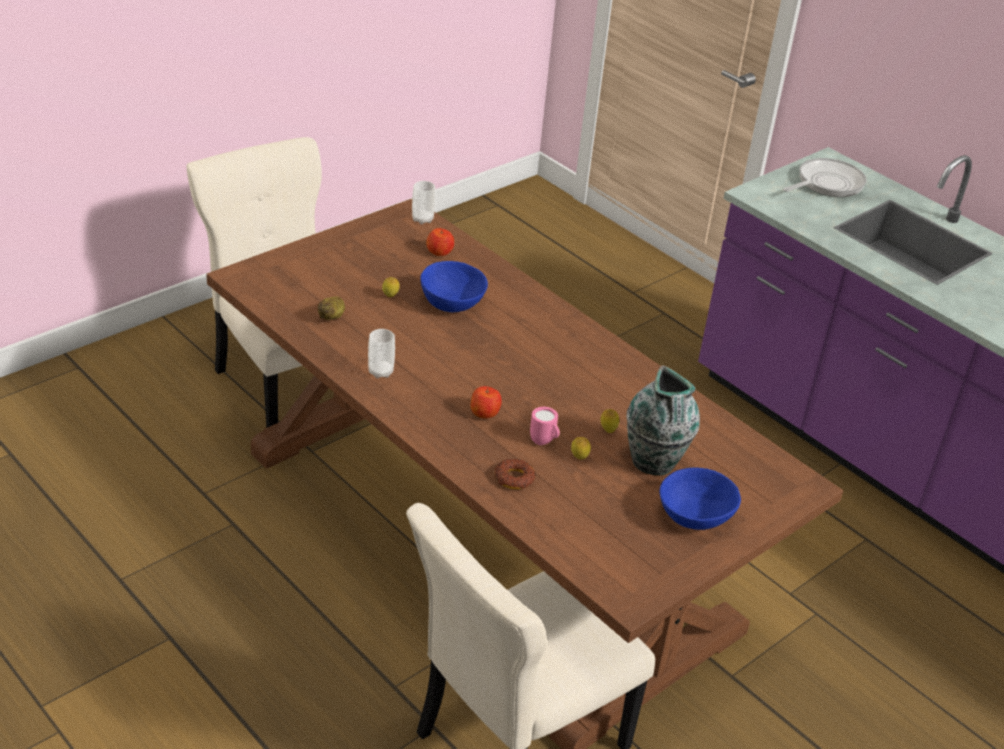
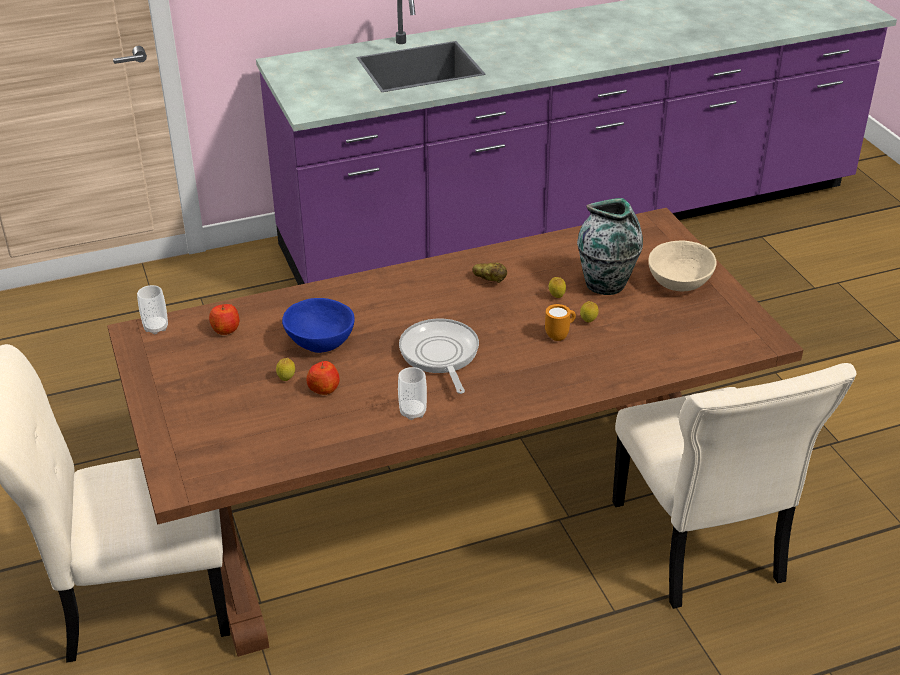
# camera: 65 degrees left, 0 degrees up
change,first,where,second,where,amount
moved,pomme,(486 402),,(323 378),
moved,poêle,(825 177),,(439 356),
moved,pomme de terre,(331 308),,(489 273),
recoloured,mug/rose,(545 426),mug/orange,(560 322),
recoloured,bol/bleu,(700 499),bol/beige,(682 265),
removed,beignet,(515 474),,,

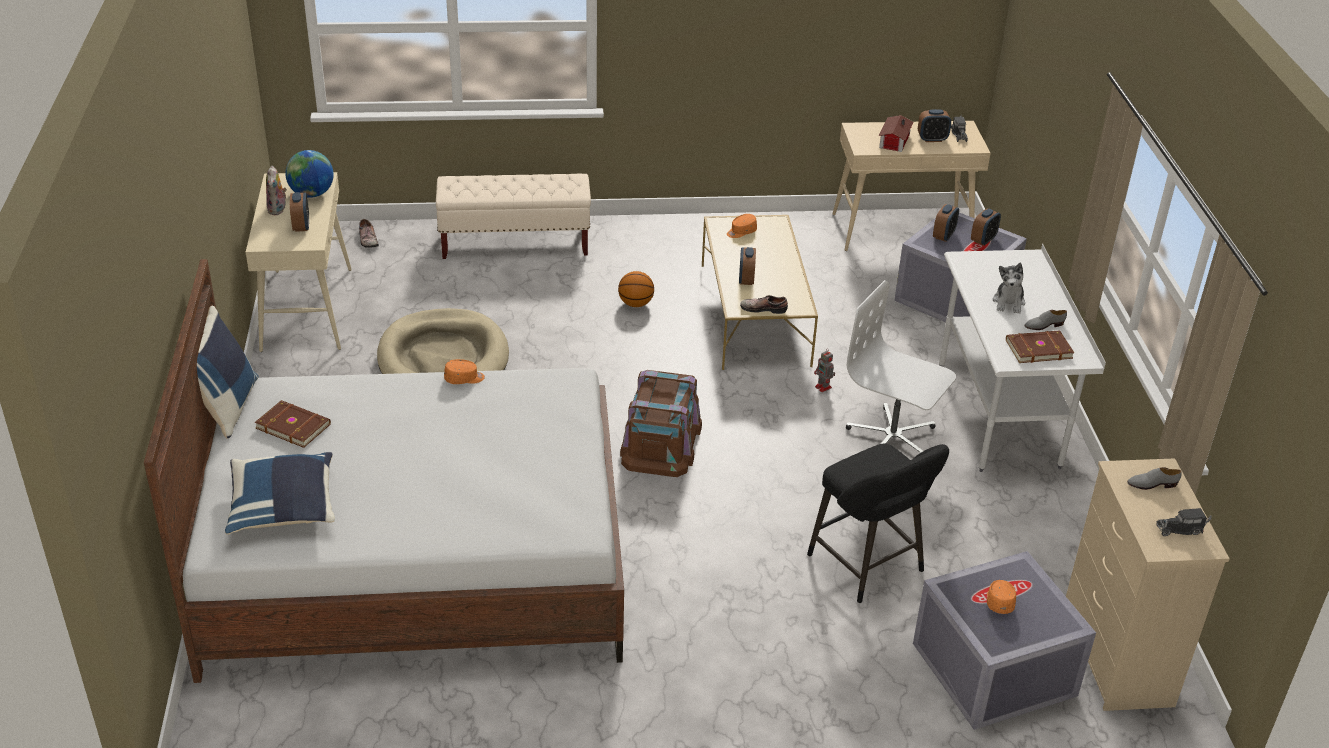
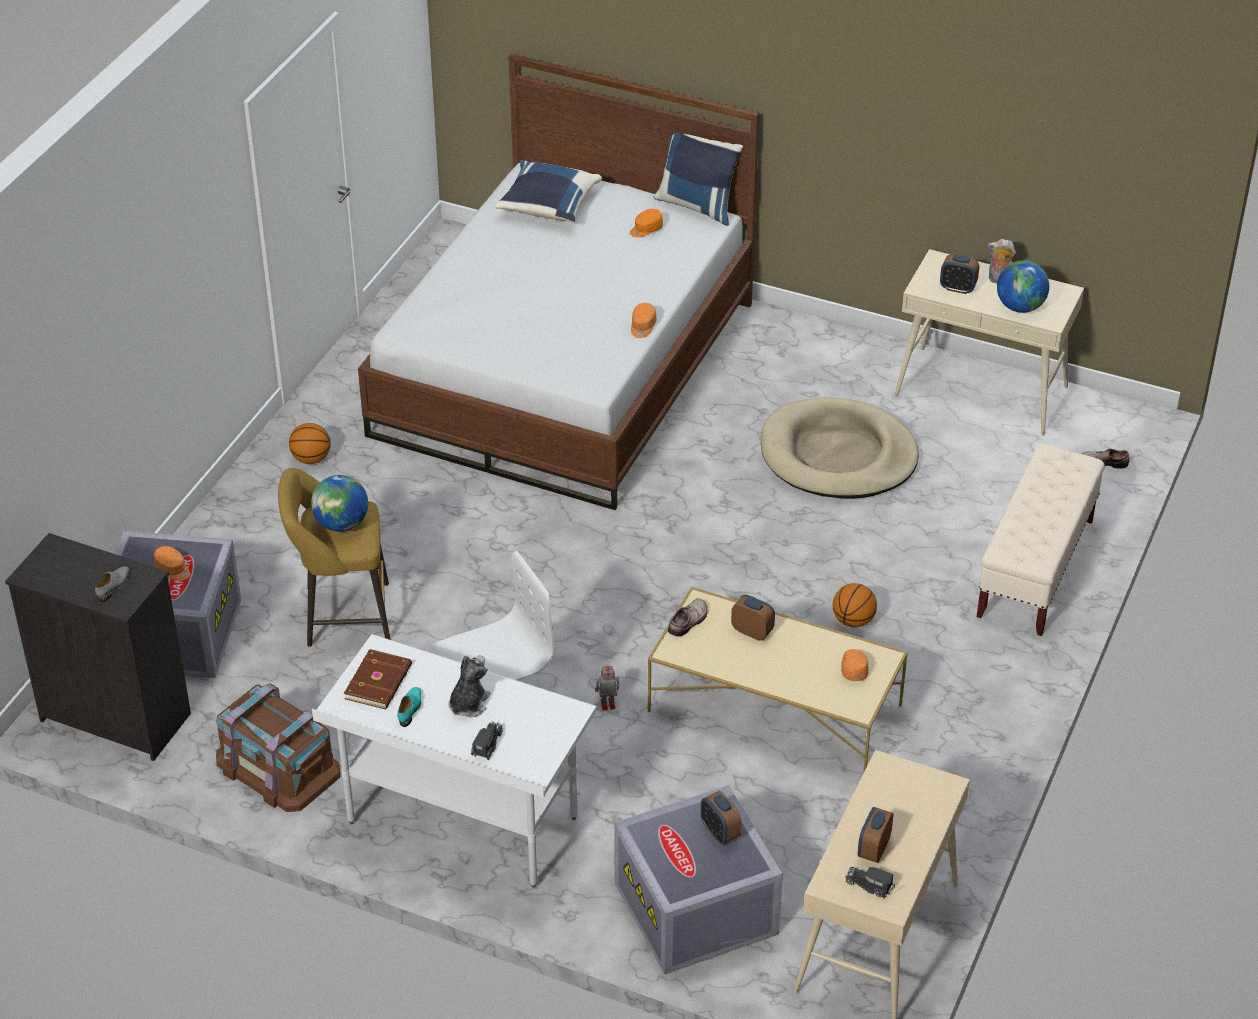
# camera: 120 degrees right, 5 degrees up
change,first,where,second,where,amount
recoloured,commode/beige,(1148 584),commode/noir,(98 647),
moved,boîte de rangement/marron,(661 423),,(278 747),
recoloured,tabouret/noir,(878 523),tabouret/jaune,(334 557),
added,,,ballon de basket,(310 443),
added,,,globe,(339 503),
recoloured,chaussure/gris,(1046 320),chaussure/turquoise,(409 707),
turned,peluche,(1009 288),,(470 686),75 degrees clockwise
moved,camion jouet,(1184 522),,(487 740),
replaced,livre/marron,(293 424),casquette/orange,(646 223),
removed,maison miniature,(896 133),,,
removed,réveil,(986 227),,,

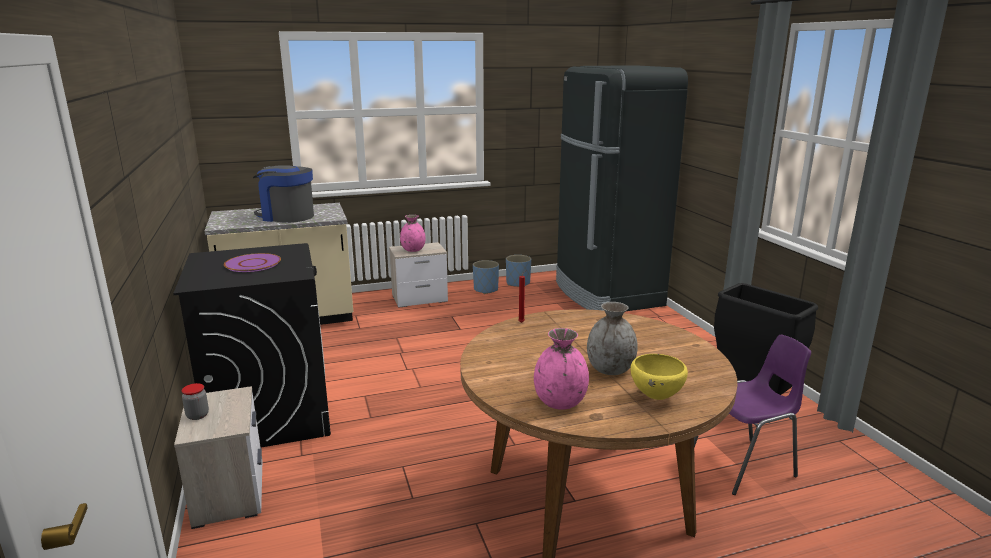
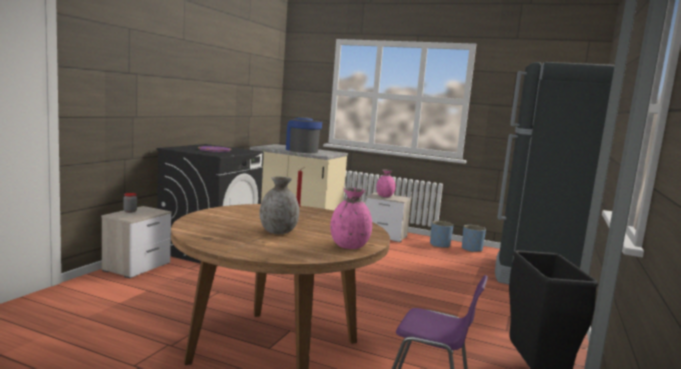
# camera: 40 degrees right, 10 degrees down
change,first,where,second,where,amount
moved,vase/rose,(561 369),,(351 218),
removed,bol/jaune,(659 377),,,

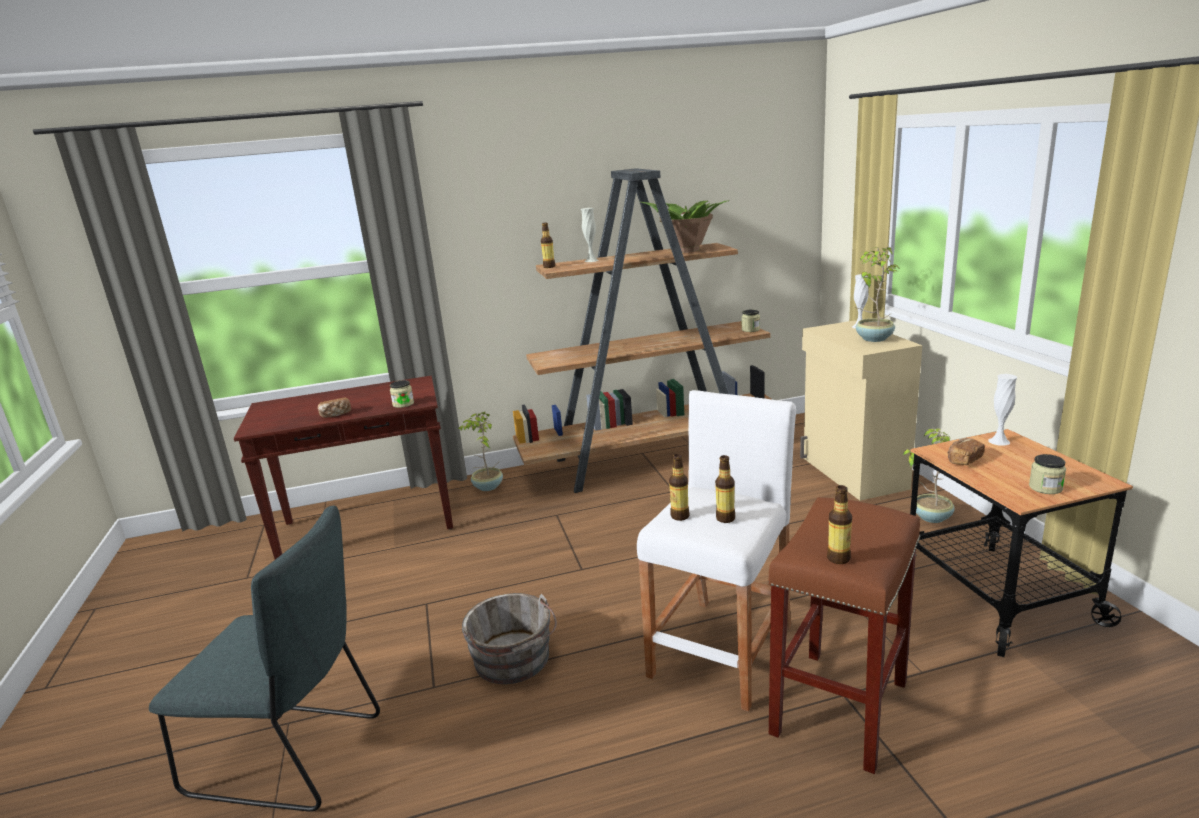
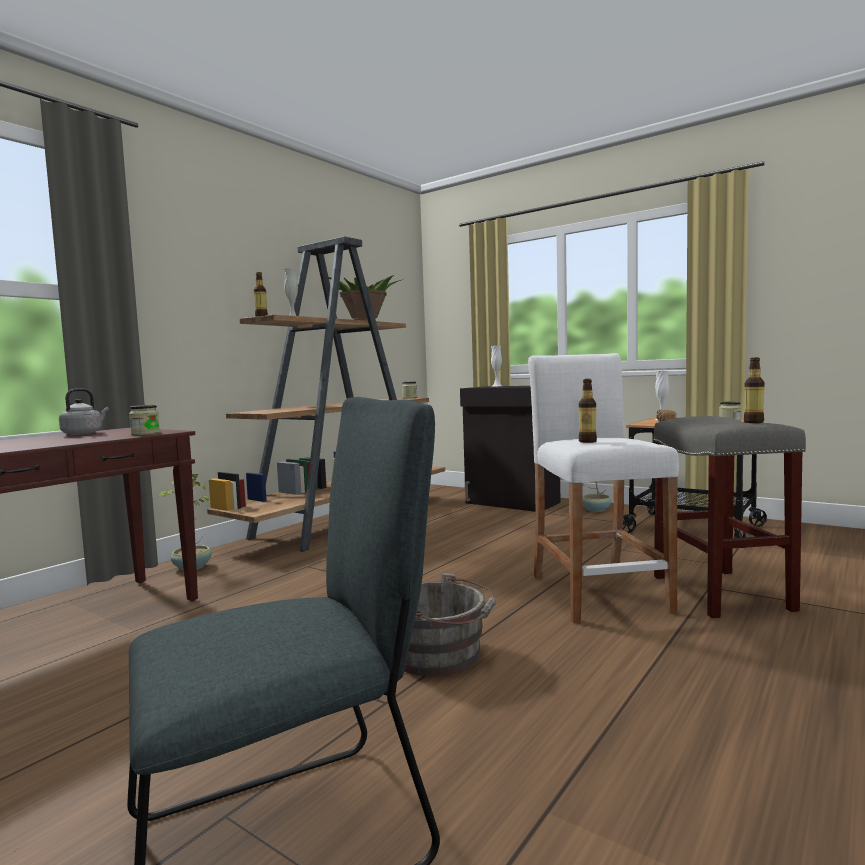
# camera: 40 degrees left, 15 degrees down
change,first,where,second,where,amount
added,,,bouilloire/gris,(84 411),
recoloured,meuble de rangement/beige,(861 410),meuble de rangement/noir,(510 449),
recoloured,tabouret/marron,(844 635),tabouret/gris,(729 517),
removed,pain,(334 408),,,
removed,bouteille,(725 489),,,
removed,plante en pot,(878 294),,,

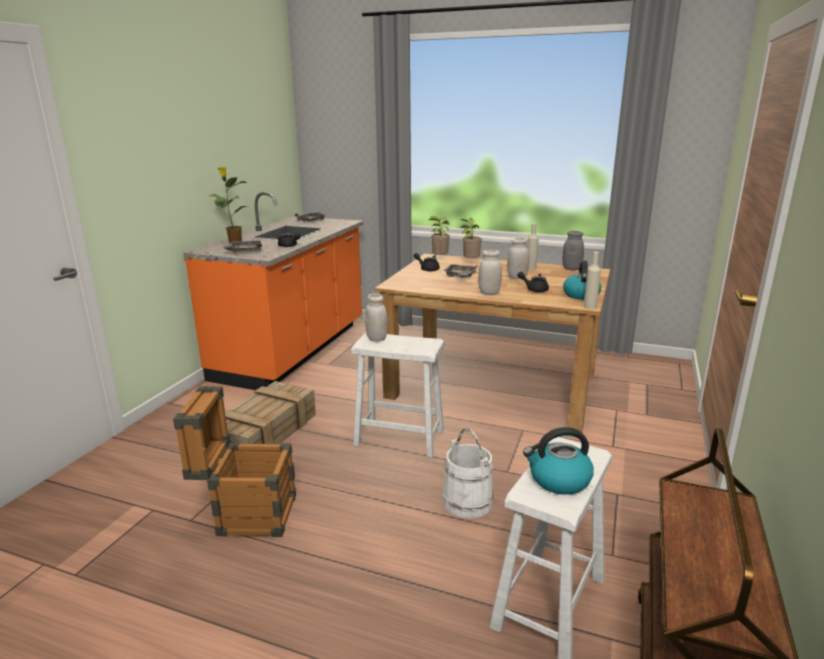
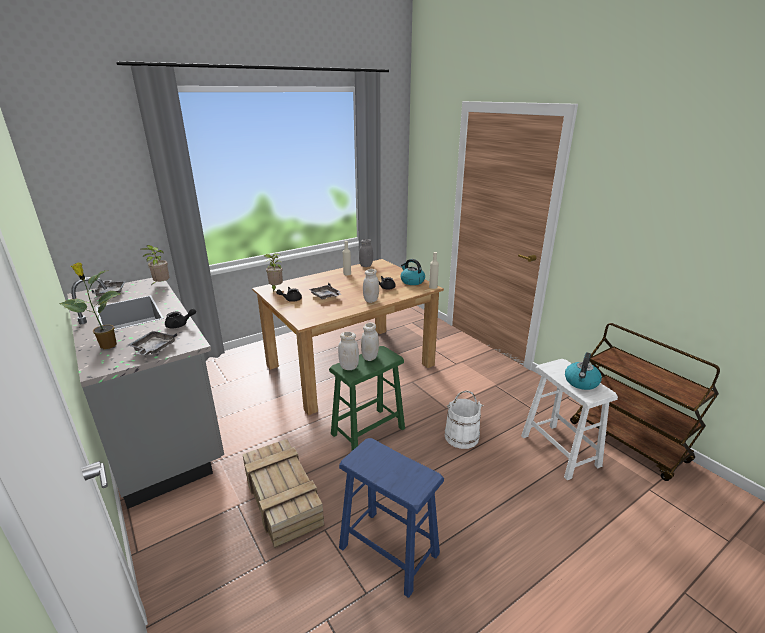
# camera: 55 degrees left, 5 degrees up
change,first,where,second,where,amount
recoloured,comptoir de cuisine/orange,(273 291),comptoir de cuisine/gris,(145 393),
moved,plante en pot,(471 238),,(156 265),
recoloured,tabouret/blanc,(398 395),tabouret/vert,(367 398),
replaced,caisse,(234 461),tabouret/bleu,(391 518),
moved,bocal/blanc,(518 258),,(370 341),

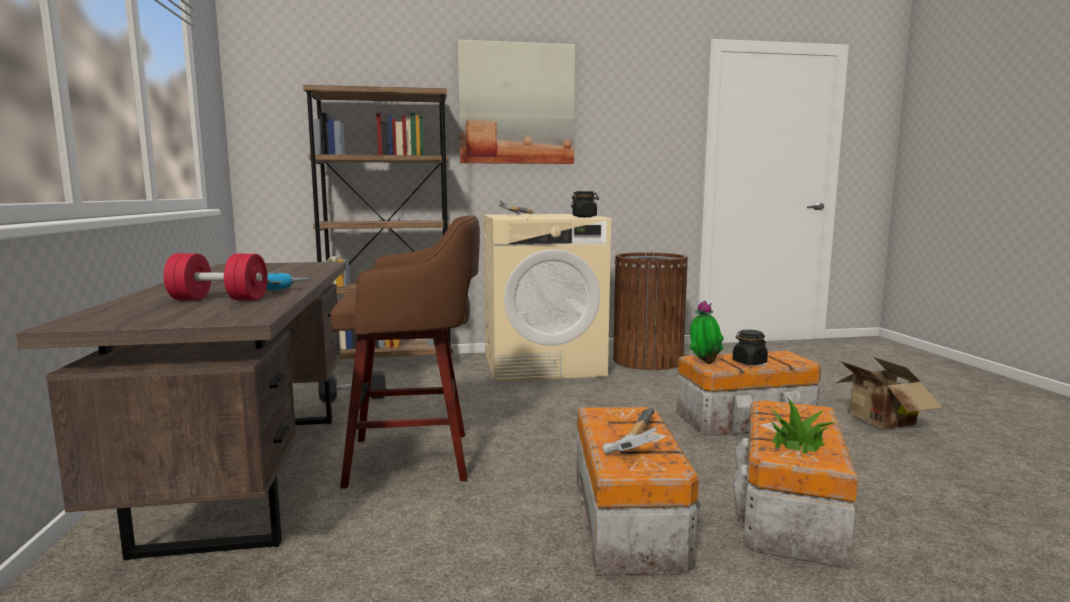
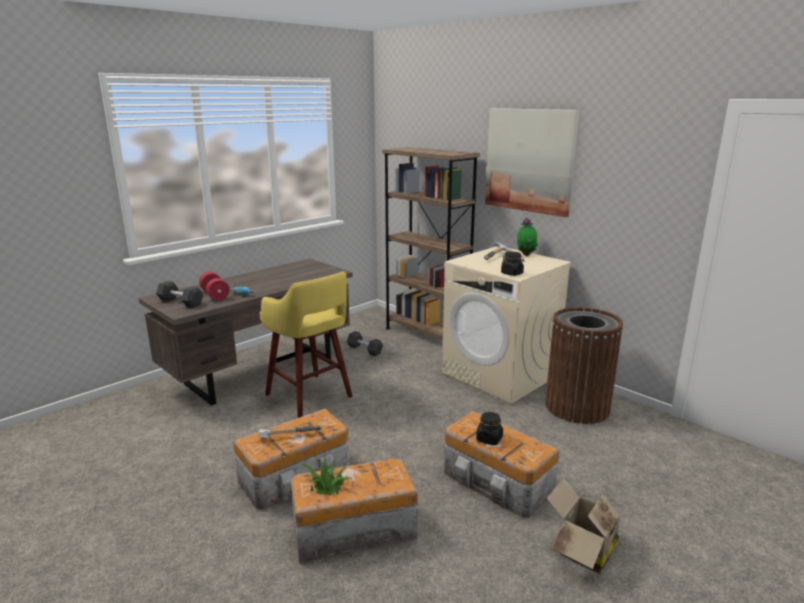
# camera: 55 degrees right, 10 degrees up
change,first,where,second,where,amount
added,,,haltère/gris,(180 294),
recoloured,tabouret/marron,(405 352),tabouret/jaune,(306 344),
moved,plante en pot,(706 332),,(527 236),

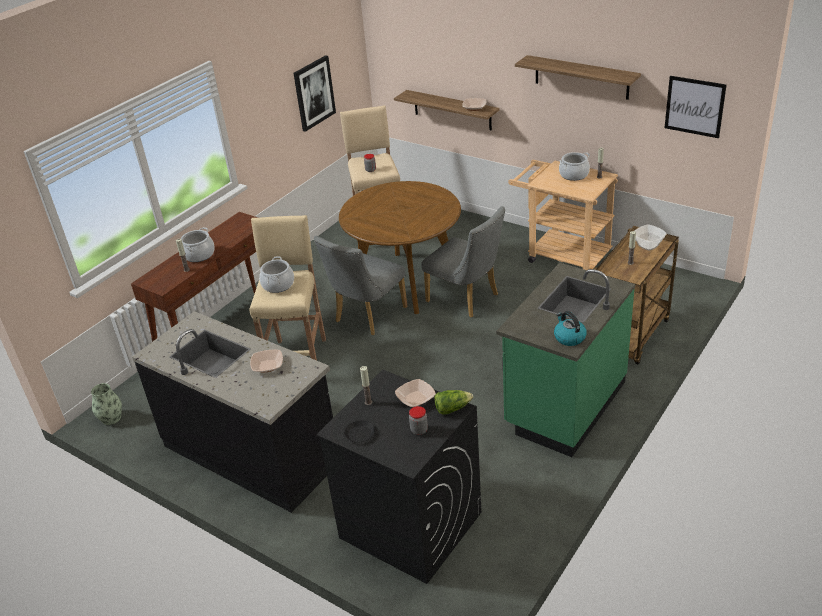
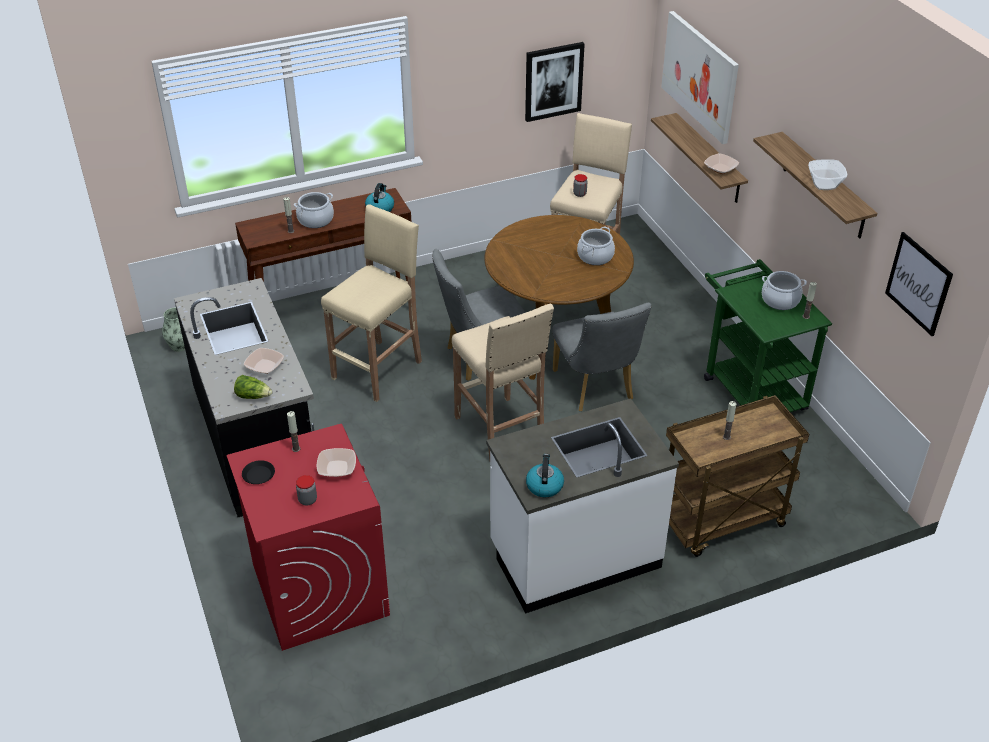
# camera: 30 degrees right, 5 degrees up
change,first,where,second,where,amount
recoloured,lave-linge/noir,(398 477),lave-linge/rouge,(308 537),
moved,laitue,(453 402),,(253 387),
added,,,bouilloire,(379 197),
added,,,tabouret/beige,(503 381),
recoloured,comptoir de cuisine/vert,(565 360),comptoir de cuisine/blanc,(582 506),
moved,marmite,(276 274),,(596 246),
added,,,tableau,(700 77),
recoloured,chariot/beige,(563 215),chariot/vert,(768 335),
moved,bol,(651 237),,(827 174),

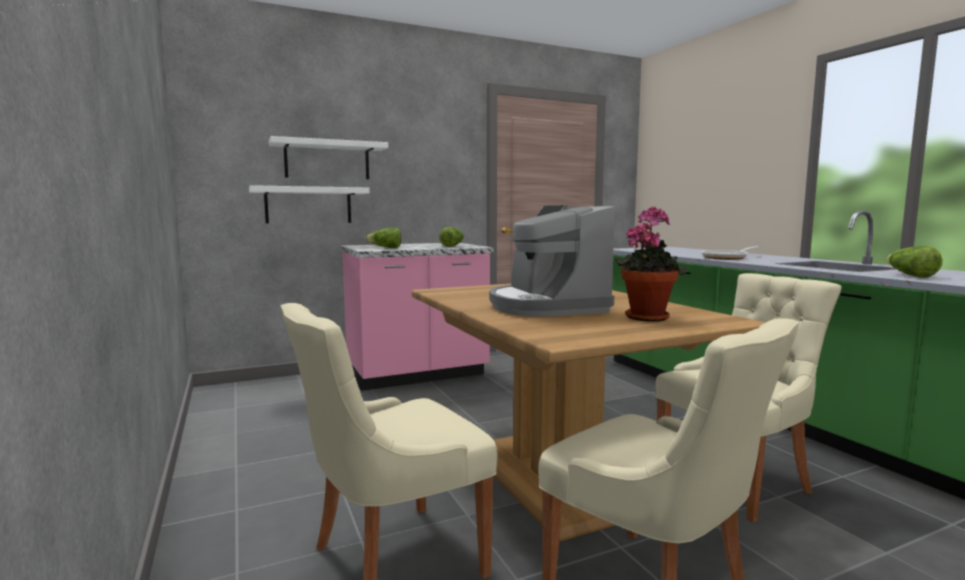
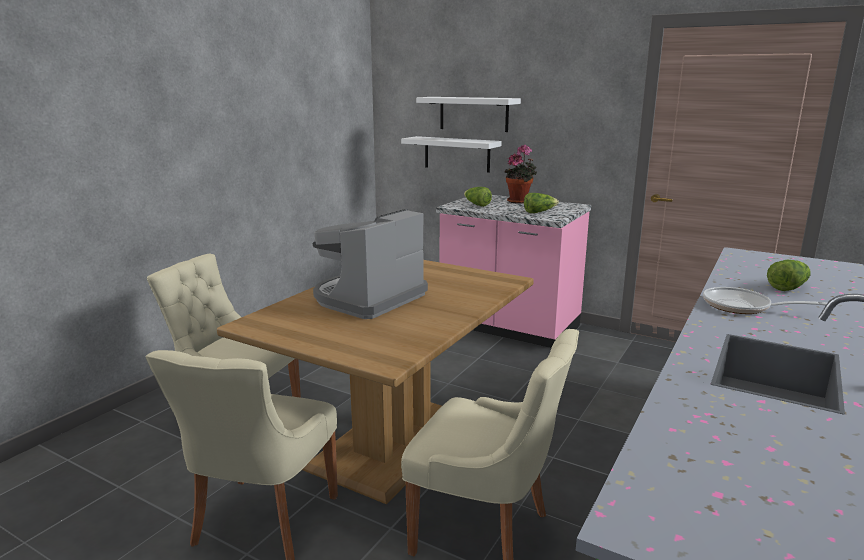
# camera: 55 degrees right, 10 degrees up
change,first,where,second,where,amount
moved,plante en pot,(651 264),,(520 174),
moved,laitue,(915 262),,(789 275),

